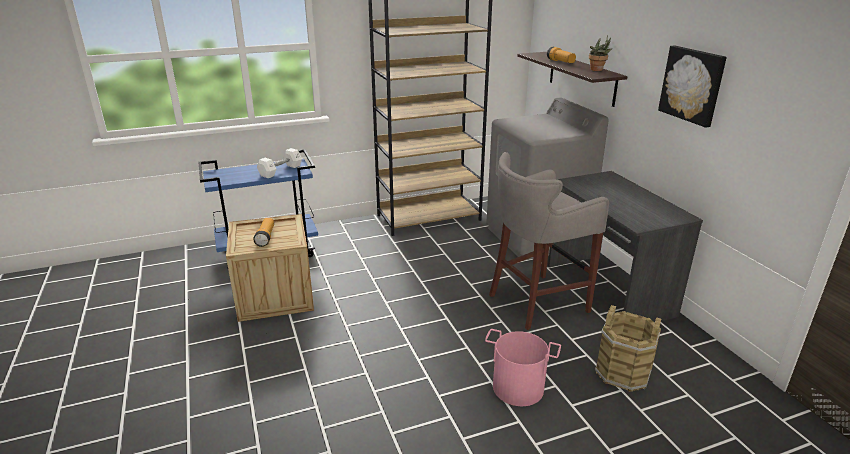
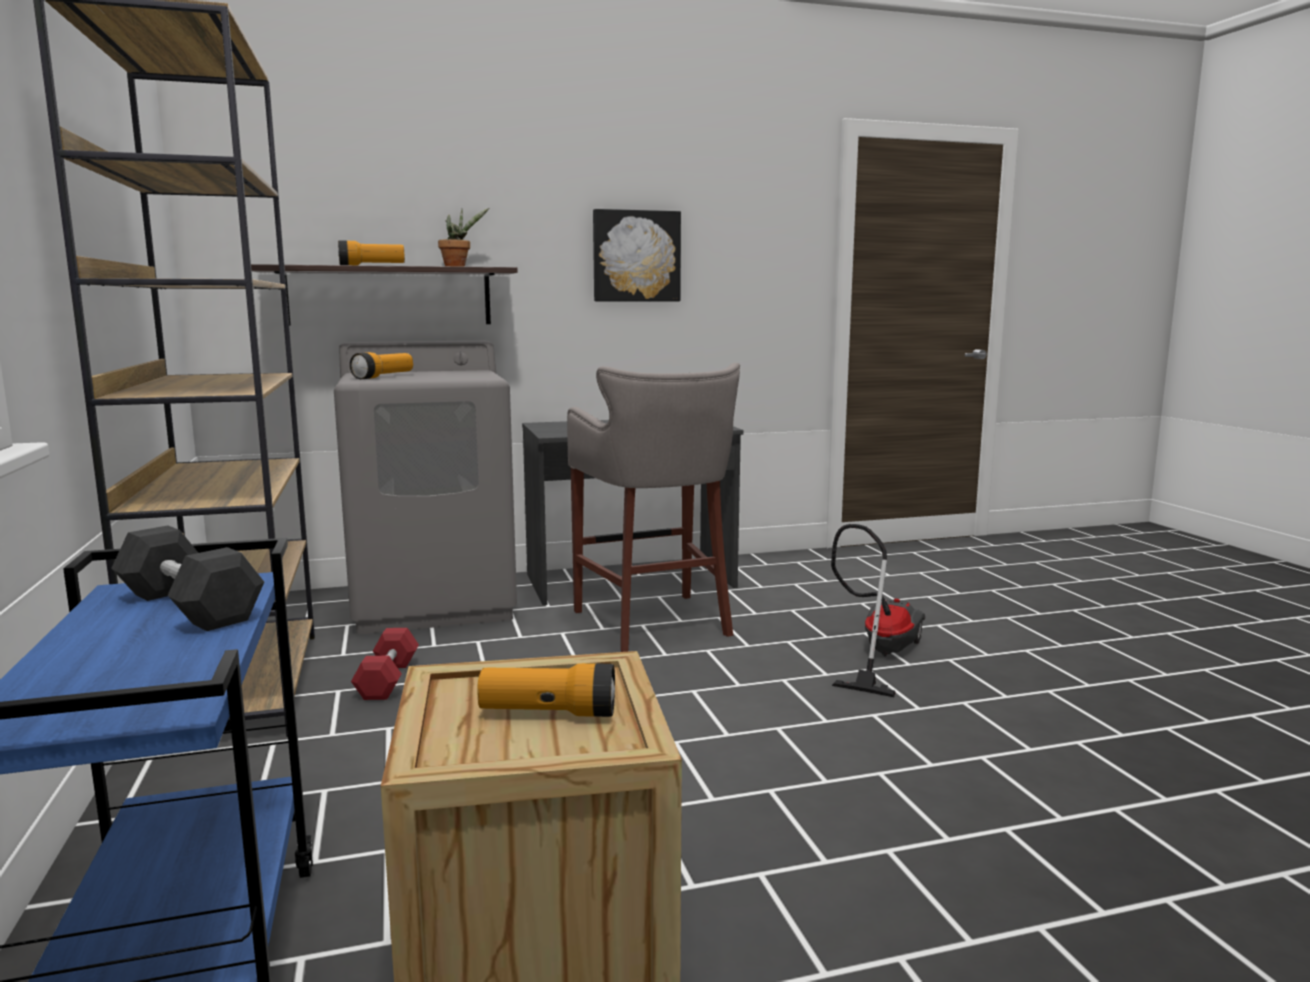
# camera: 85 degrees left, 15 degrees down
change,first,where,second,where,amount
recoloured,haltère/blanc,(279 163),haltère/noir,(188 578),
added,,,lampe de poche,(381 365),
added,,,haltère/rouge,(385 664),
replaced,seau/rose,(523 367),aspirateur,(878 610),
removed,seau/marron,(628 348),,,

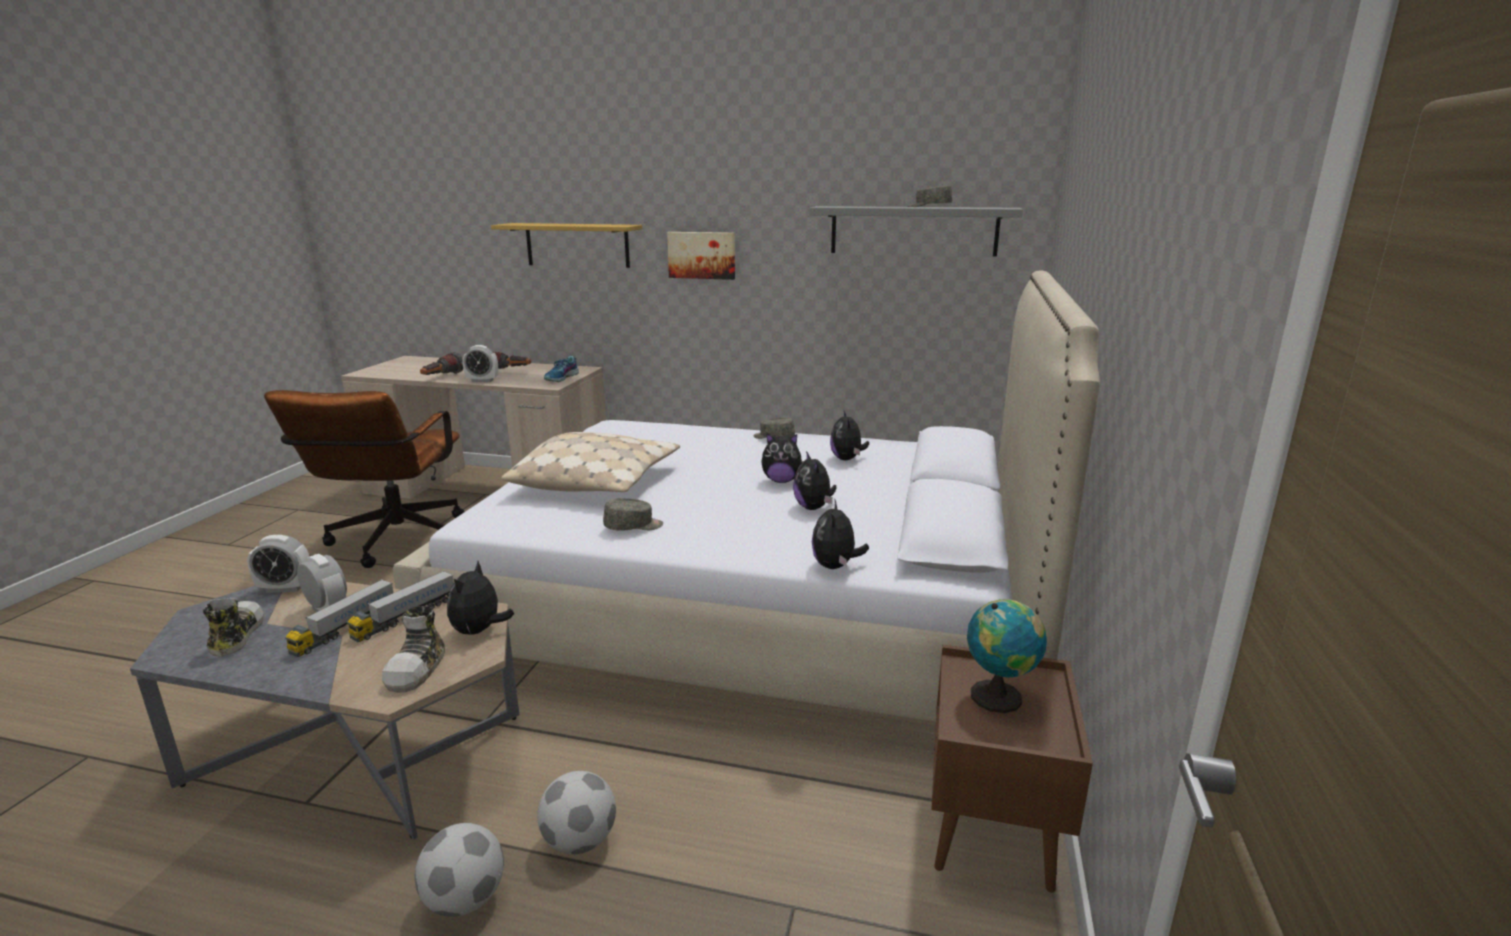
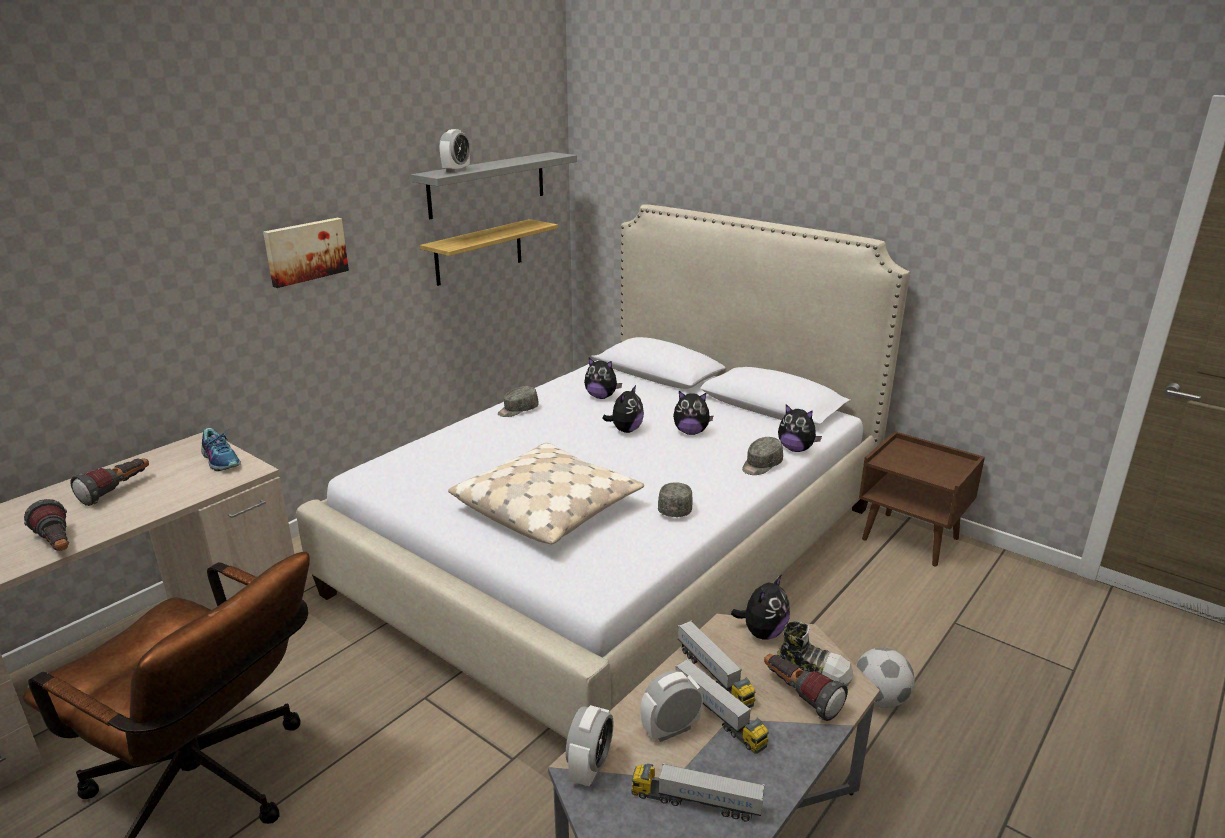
# camera: 65 degrees left, 5 degrees up
change,first,where,second,where,amount
moved,étagère,(566 245),,(489 252),
moved,réveil,(480 363),,(454 151),
replaced,chaussure,(233 627),camion jouet,(698 792),
turned,peluche,(480 598),,(760 606),90 degrees counterclockwise
moved,casquette/gris,(930 196),,(762 456),
added,,,lampe de poche,(806 687),
removed,ballon de foot,(459 870),,,
removed,globe,(1007 656),,,

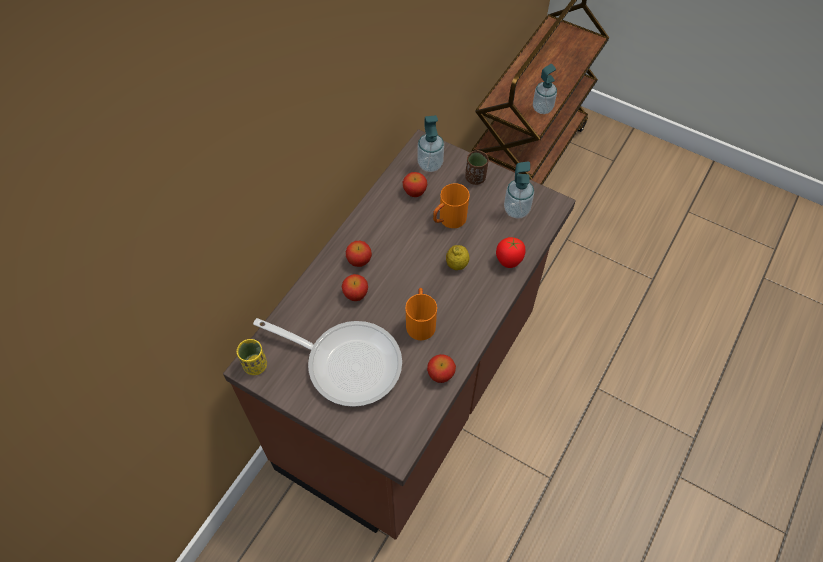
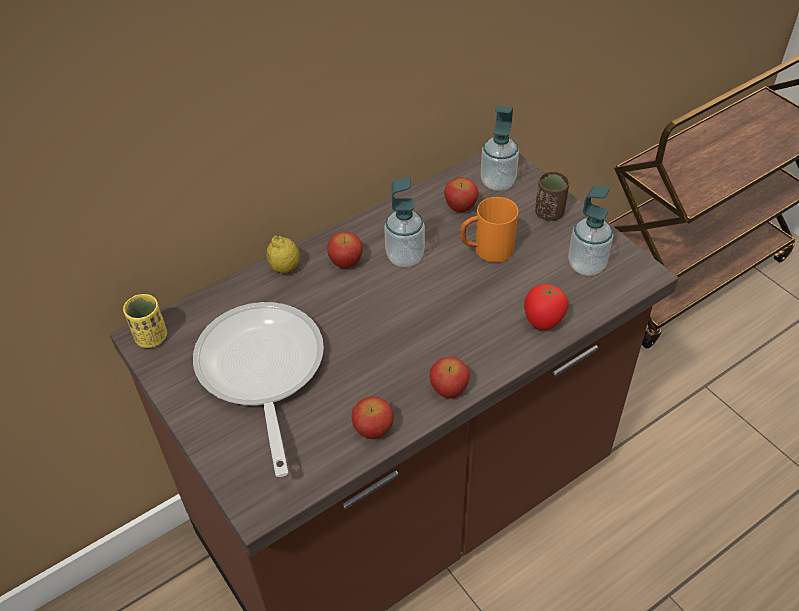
# camera: 25 degrees right, 10 degrees down
change,first,where,second,where,amount
turned,poêle,(327 362),,(258 389),150 degrees counterclockwise
moved,citron,(458 257),,(283 254),
moved,distributeur de savon,(545 89),,(404 222),
moved,pomme,(355 287),,(449 377),
removed,mug/orange,(421 314),,,

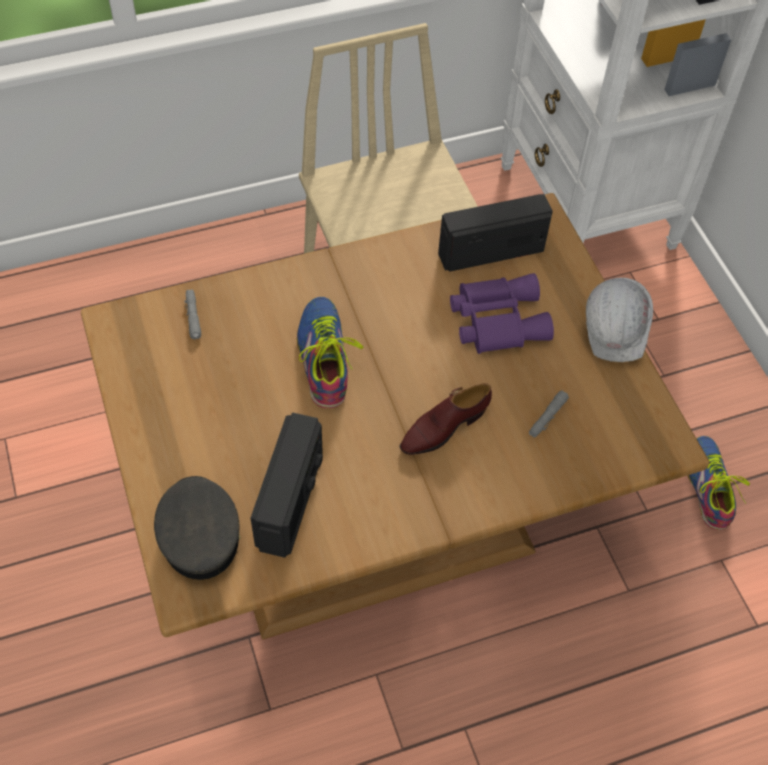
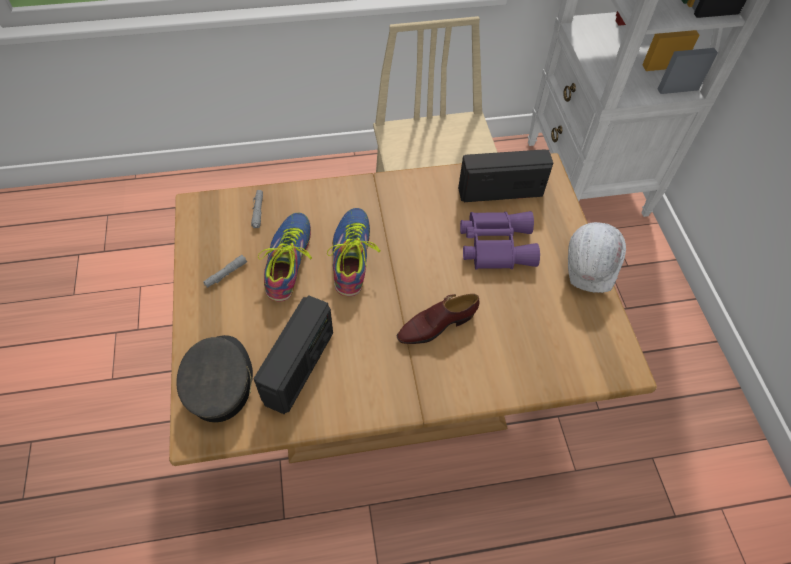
# camera: 10 degrees right, 0 degrees up
change,first,where,second,where,amount
moved,lampe de poche/gris,(549 414),,(225 271),
moved,chaussure,(718 483),,(285 257),

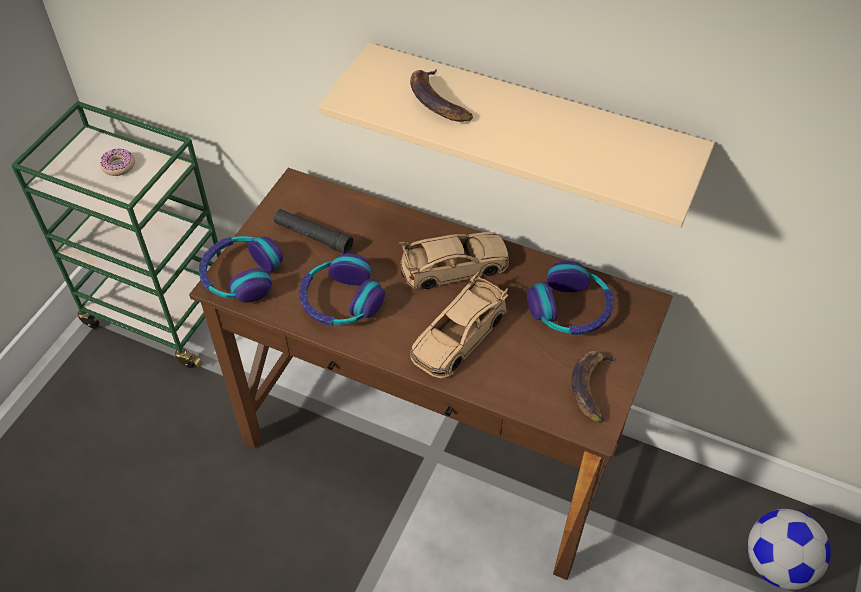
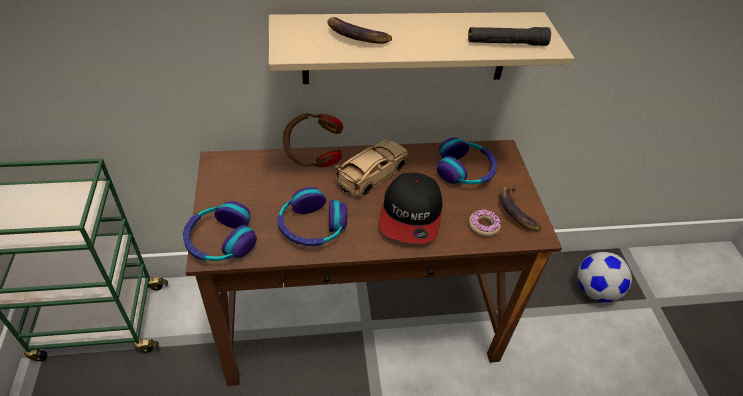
# camera: 35 degrees left, 5 degrees down
change,first,where,second,where,amount
added,,,casque audio/marron,(313 140),
replaced,petite voiture/beige,(459 324),casquette,(410 208),
moved,lampe de poche/noir,(313 231),,(509 36),
moved,beignet,(117 162),,(485 223),

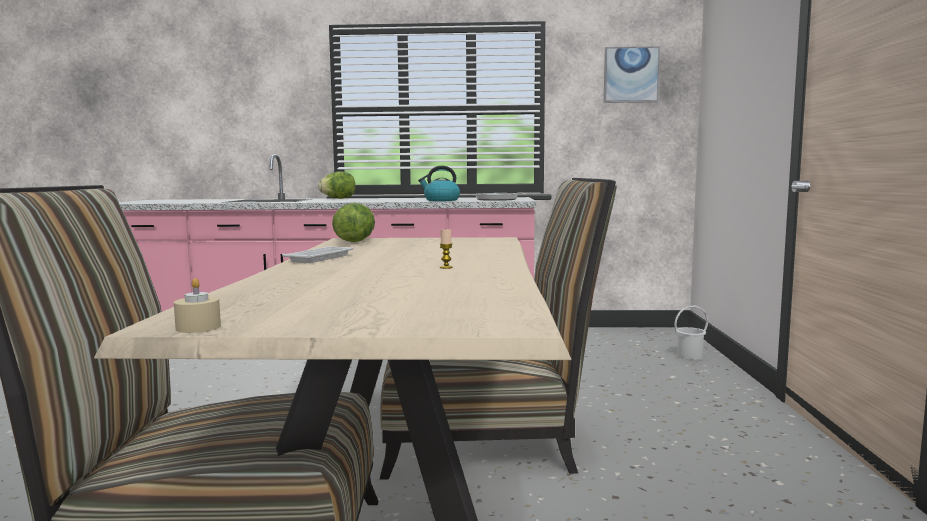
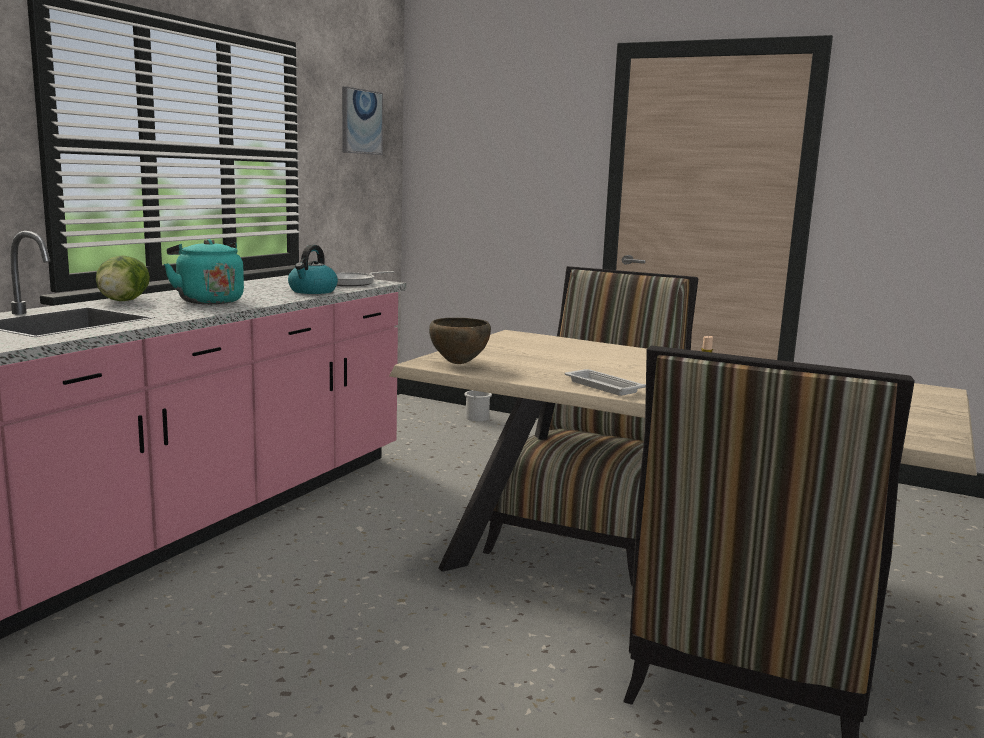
# camera: 65 degrees left, 5 degrees up
change,first,where,second,where,amount
added,,,bouilloire/turquoise,(204 271),
replaced,laitue,(353 222),bol/marron,(460 341),
removed,bougie/beige,(197 305),,,

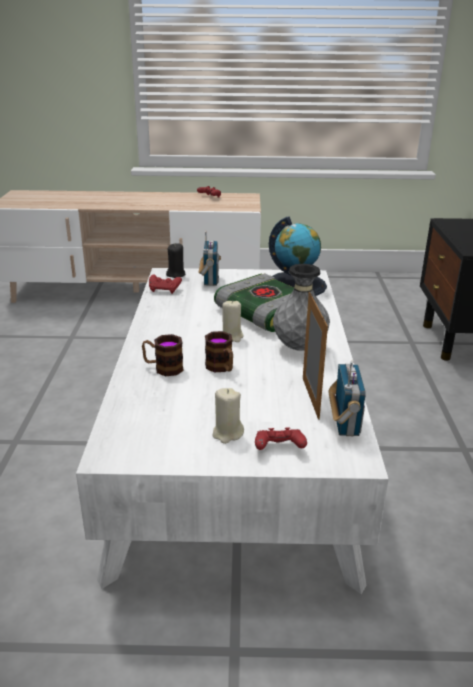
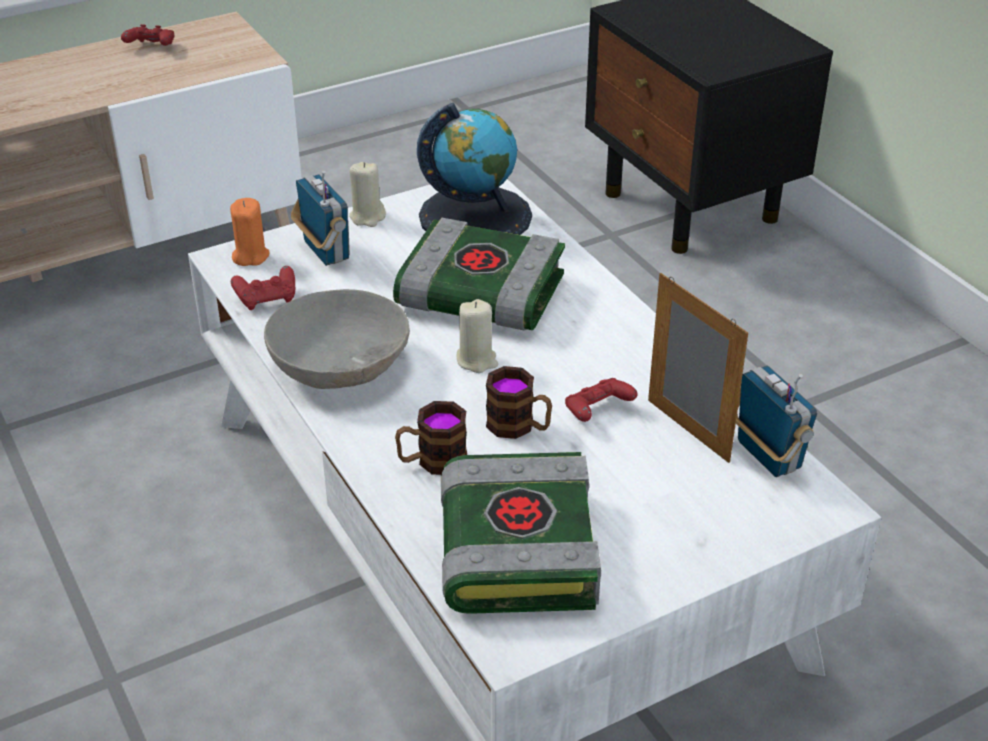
# camera: 30 degrees left, 10 degrees up
change,first,where,second,where,amount
recoloured,bougie/noir,(176 260),bougie/orange,(250 232),
added,,,bol/gris,(337 339),
moved,bougie/beige,(228 416),,(367 194),
added,,,livre,(521 533),
moved,manette/rouge,(281 438),,(601 400),
removed,vase/gris,(301 307),,,

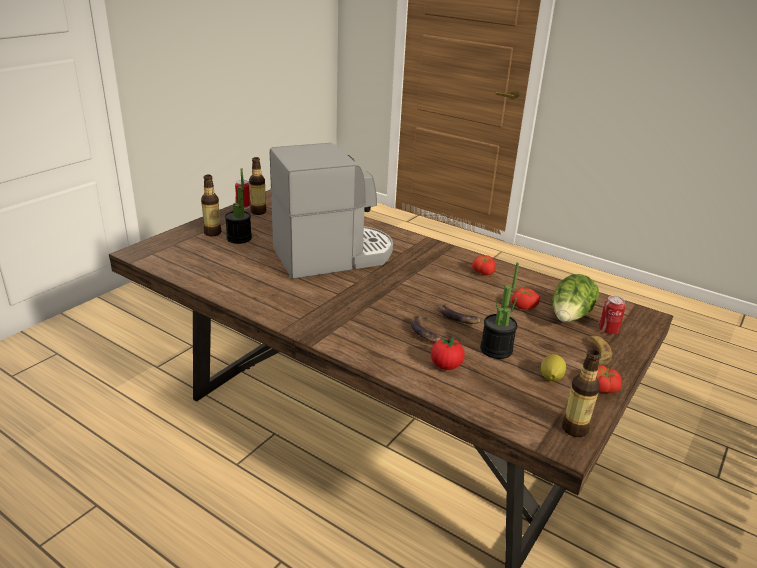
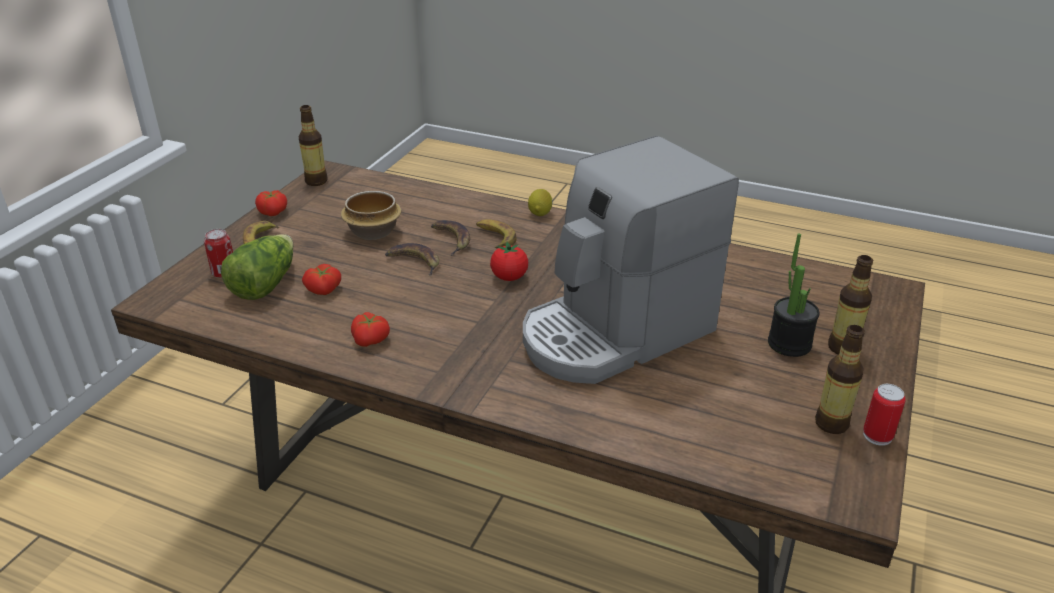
# camera: 170 degrees right, 5 degrees up
change,first,where,second,where,amount
replaced,plante en pot,(499 311),bol,(371 215),
added,,,banane,(496 234),
moved,tomate,(448 353),,(509 261),
moved,citron,(553 367),,(540 202),

